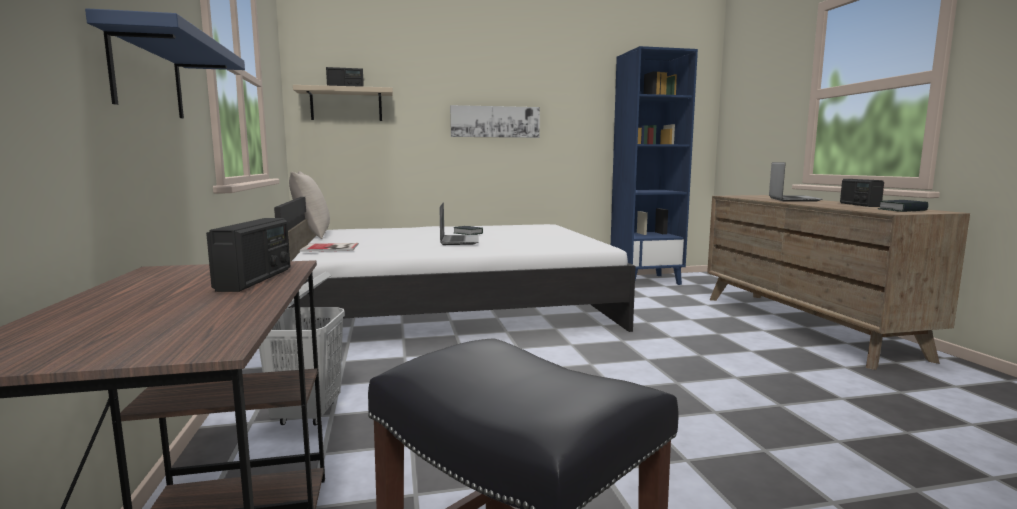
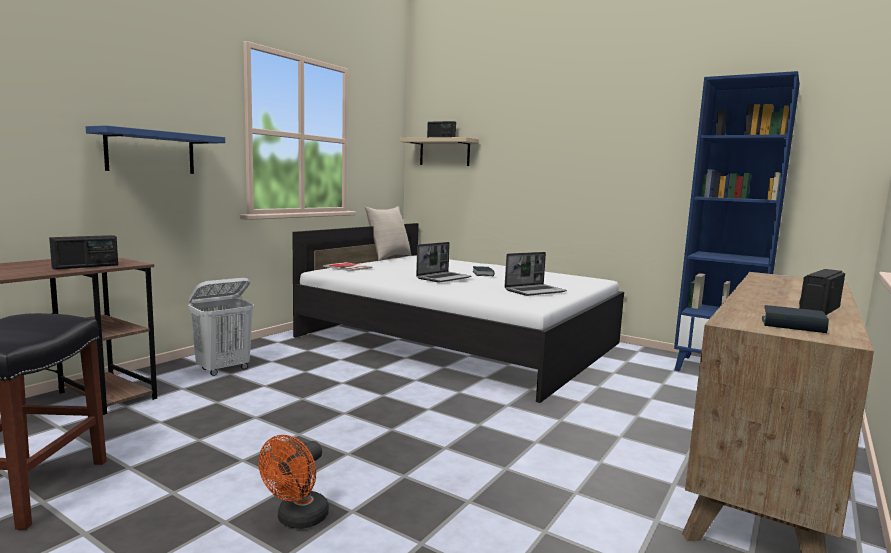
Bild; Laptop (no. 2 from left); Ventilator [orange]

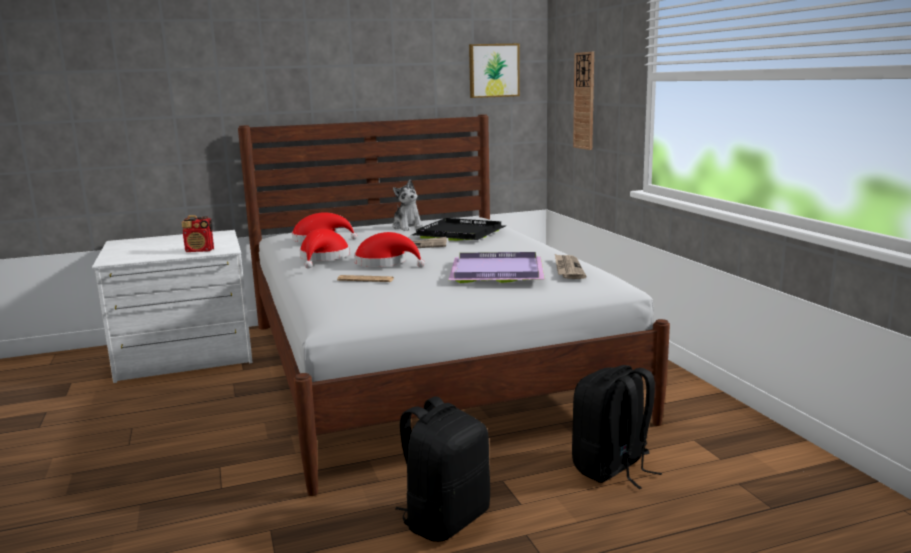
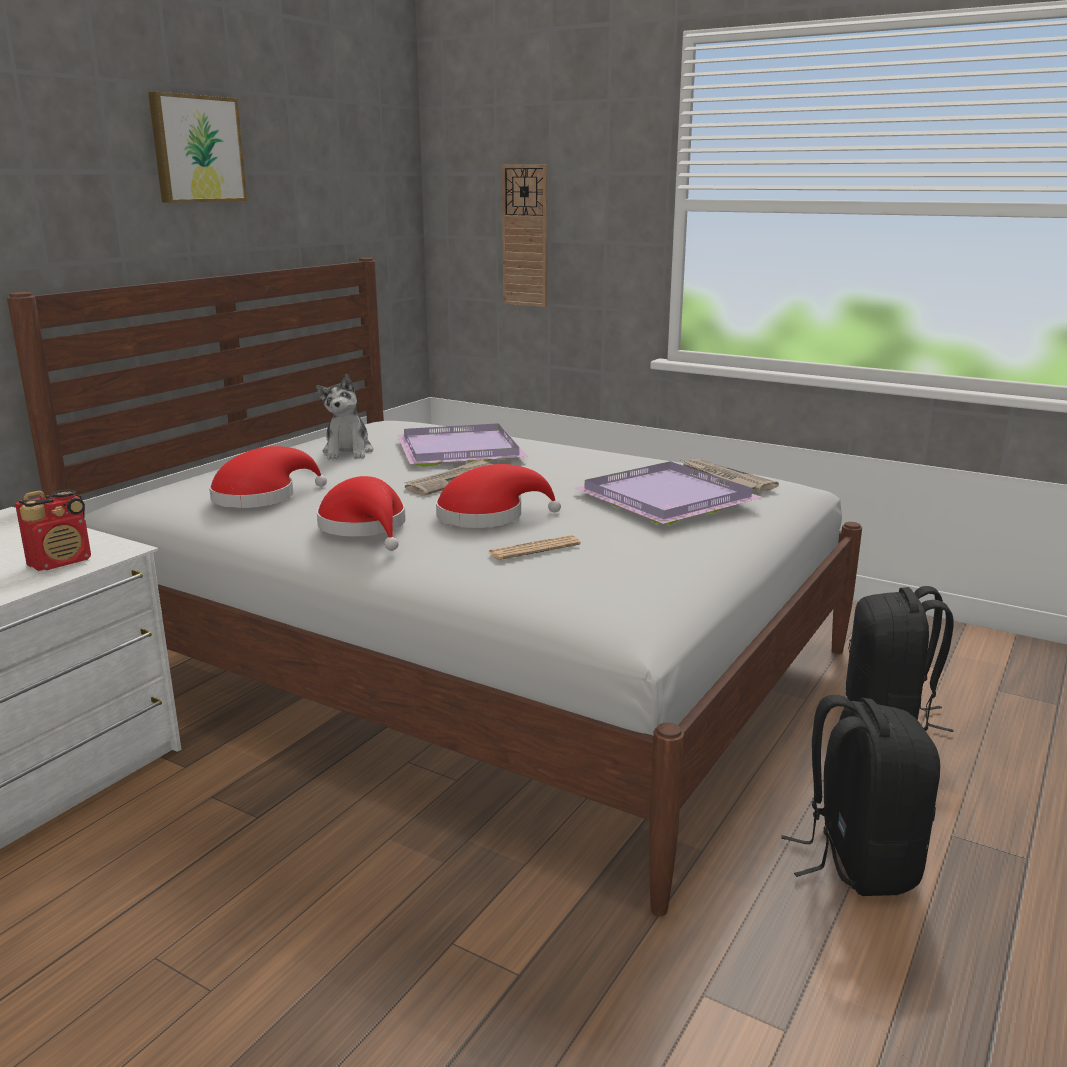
Bild; Plüschtier; Tablett [lila] (no. 1 from left)

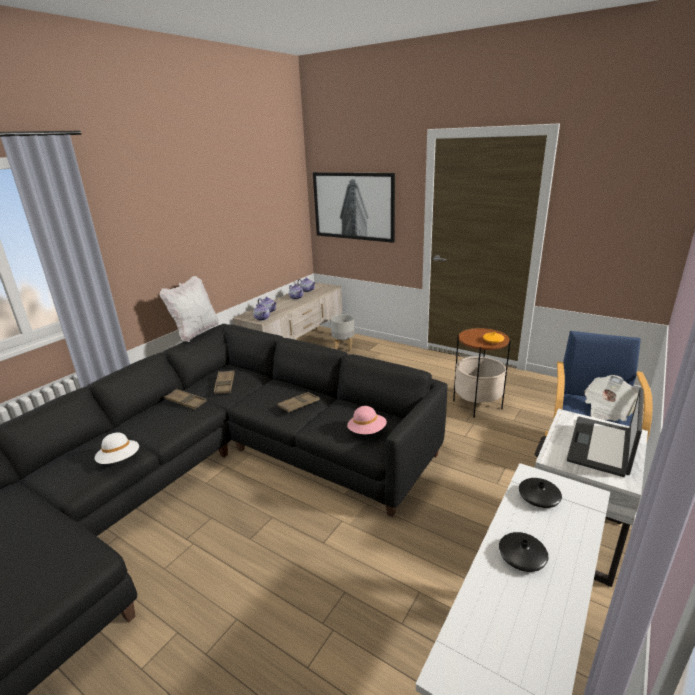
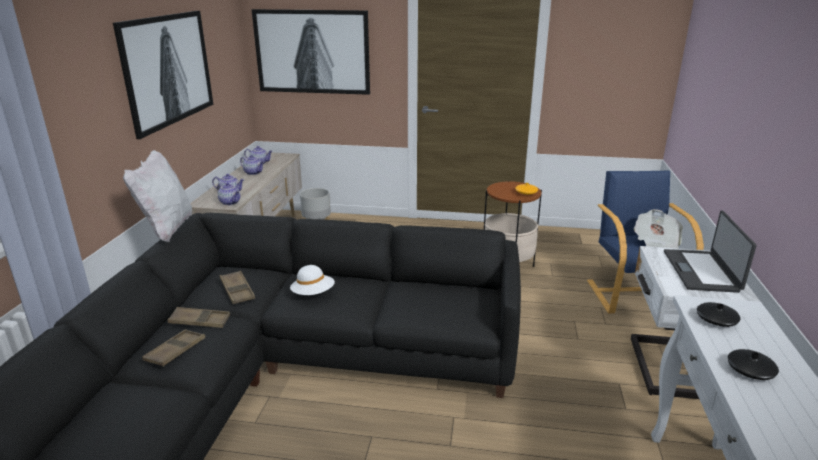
Tablett [braun] (no. 1 from left); Hut [rosa]; Hut [weiß]; Bild (no. 1 from left)

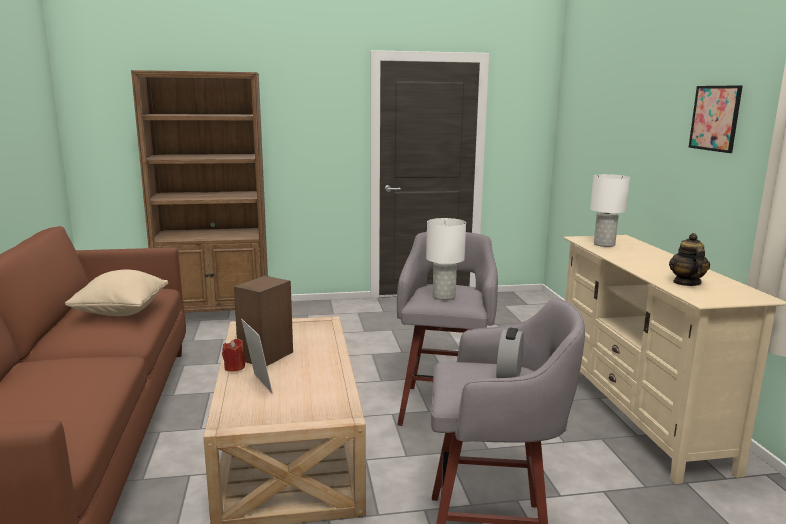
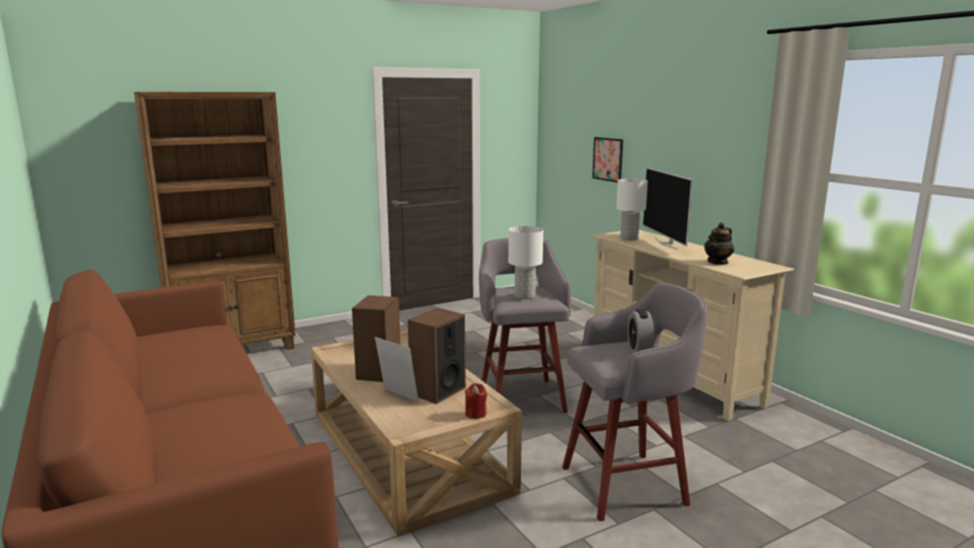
Bild; Teekanne; Kissen [beige]; Kerze [rot]; Fernseher; Lautsprecher (no. 2 from left)

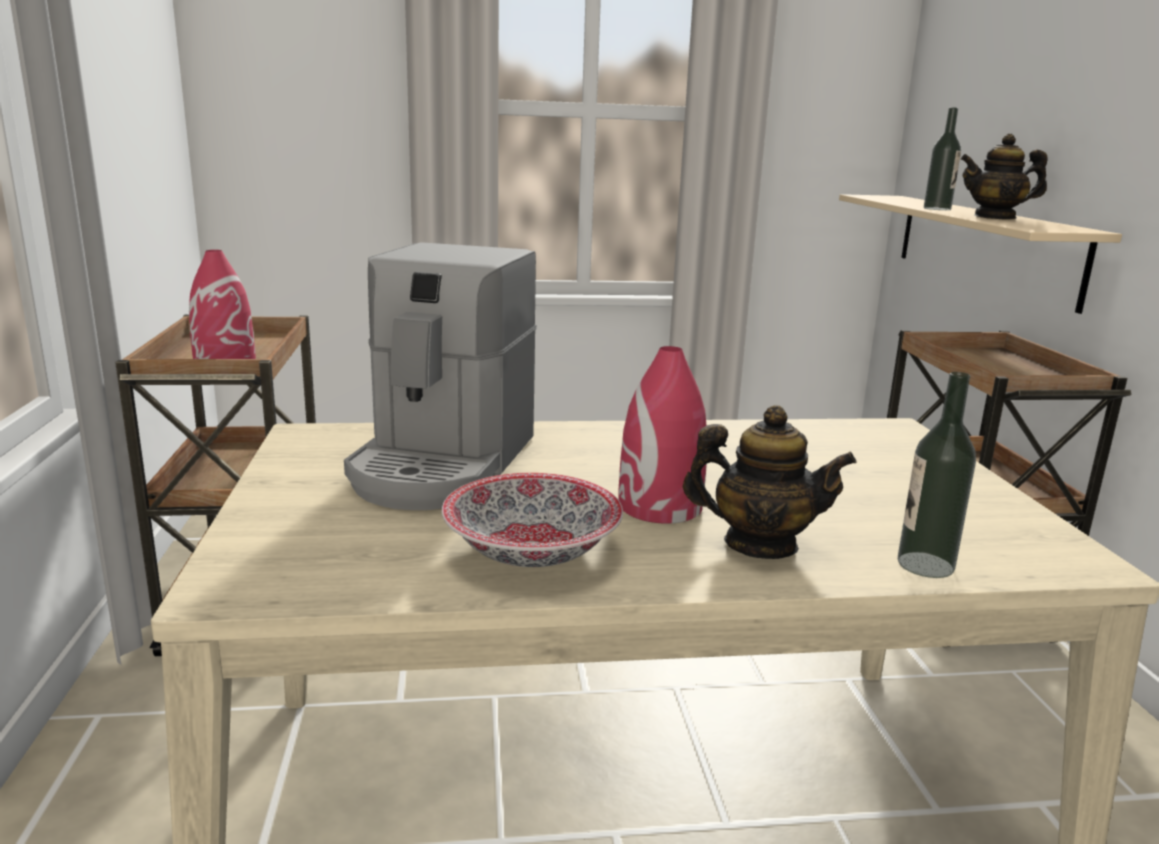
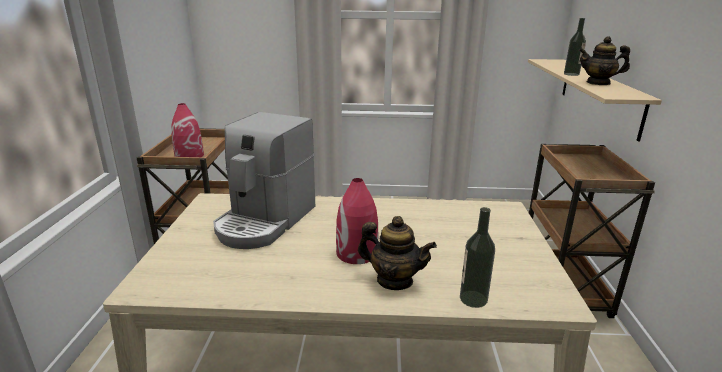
Schüssel

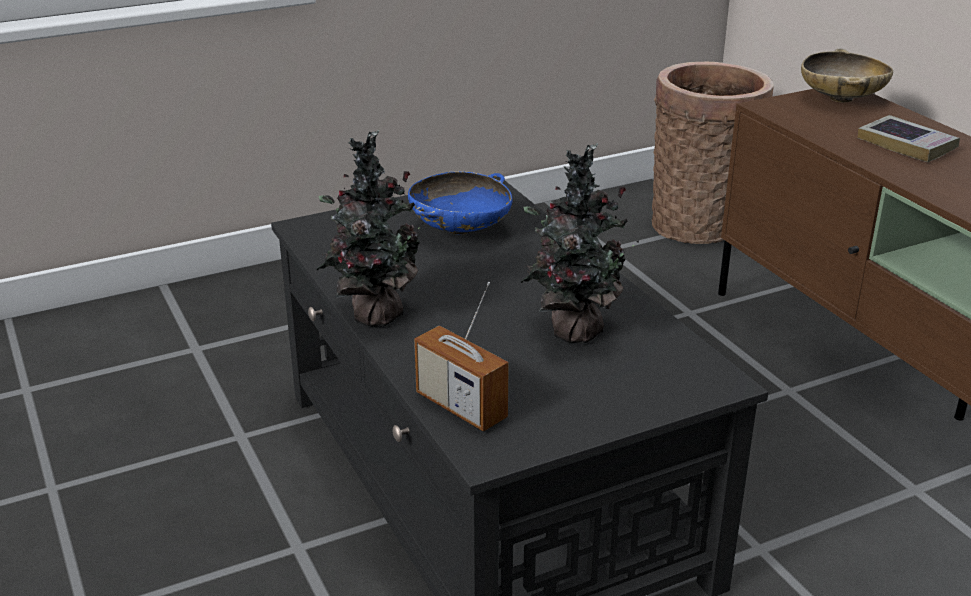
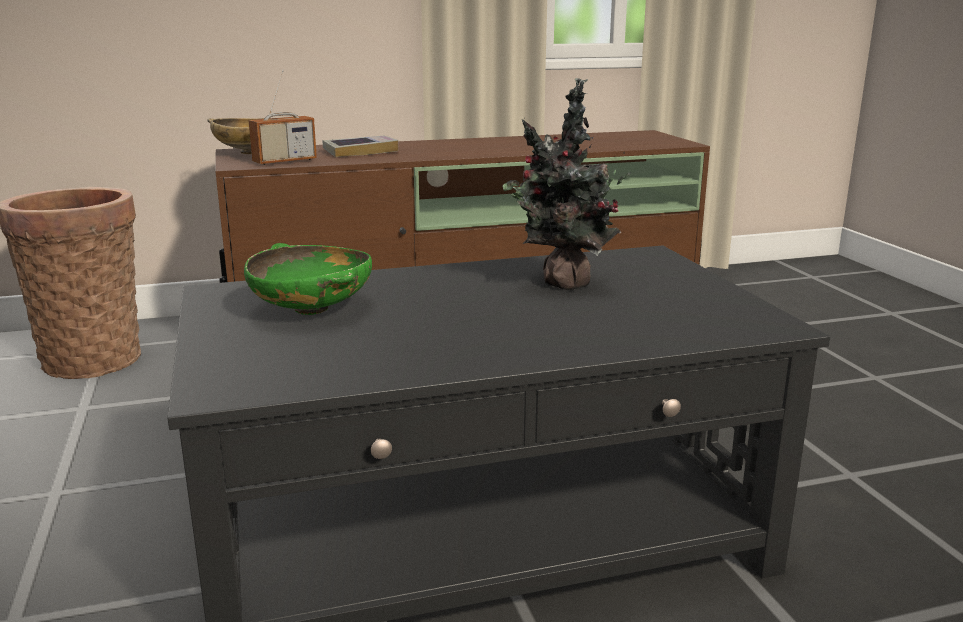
Topfpflanze (no. 1 from left in the first image); Schüssel [grün]; Radio

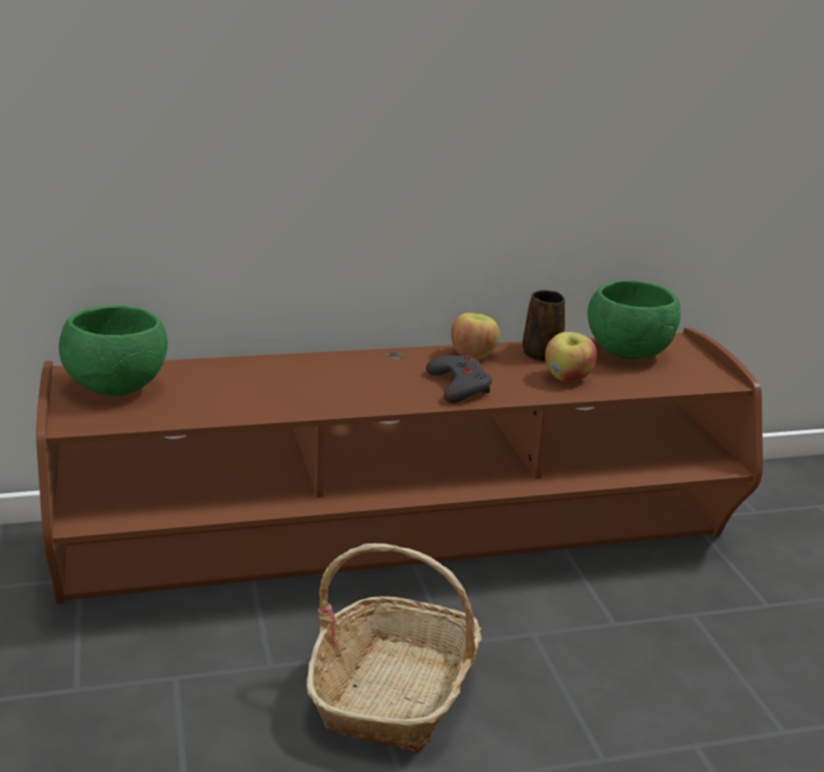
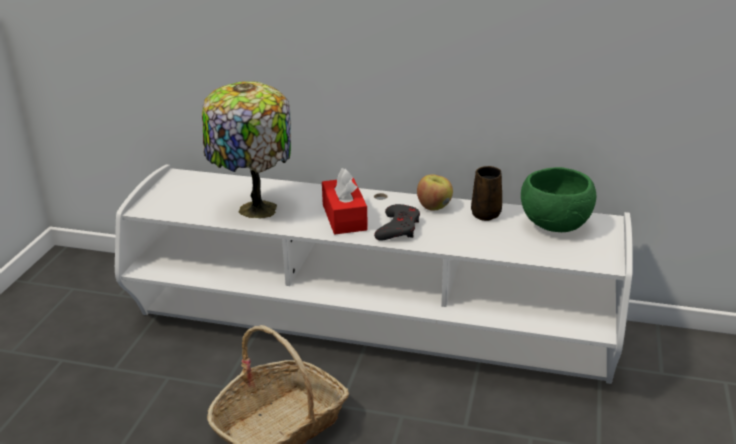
Schüssel [grün] (no. 1 from left in the first image); Fernsehschrank [weiß]; Apfel (no. 2 from left in the first image); Tischlampe; Taschentuchbox [rot]

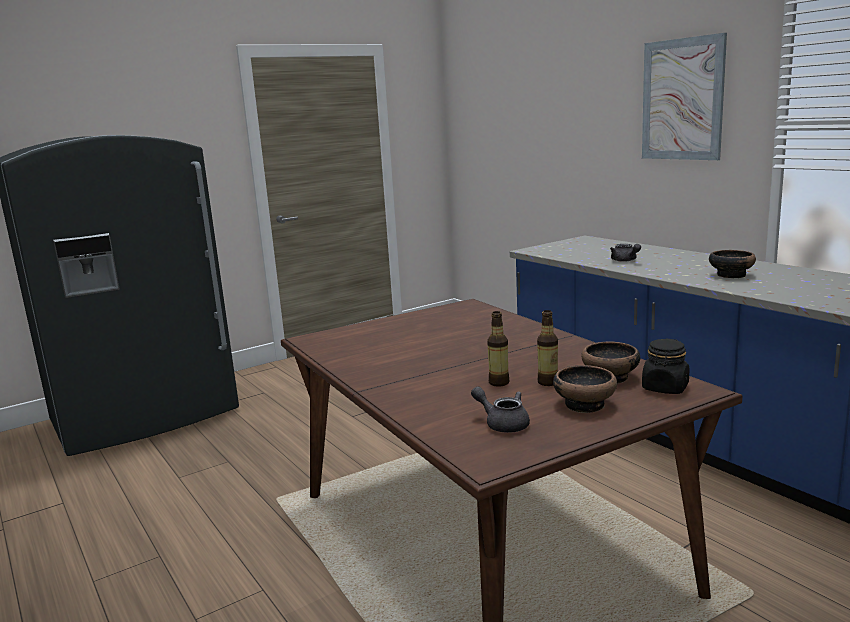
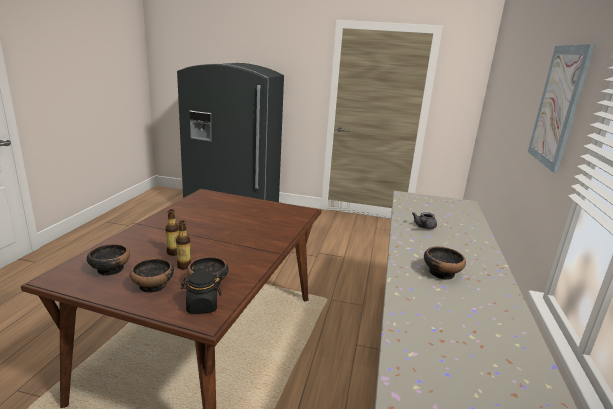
Schüssel (no. 1 from left)

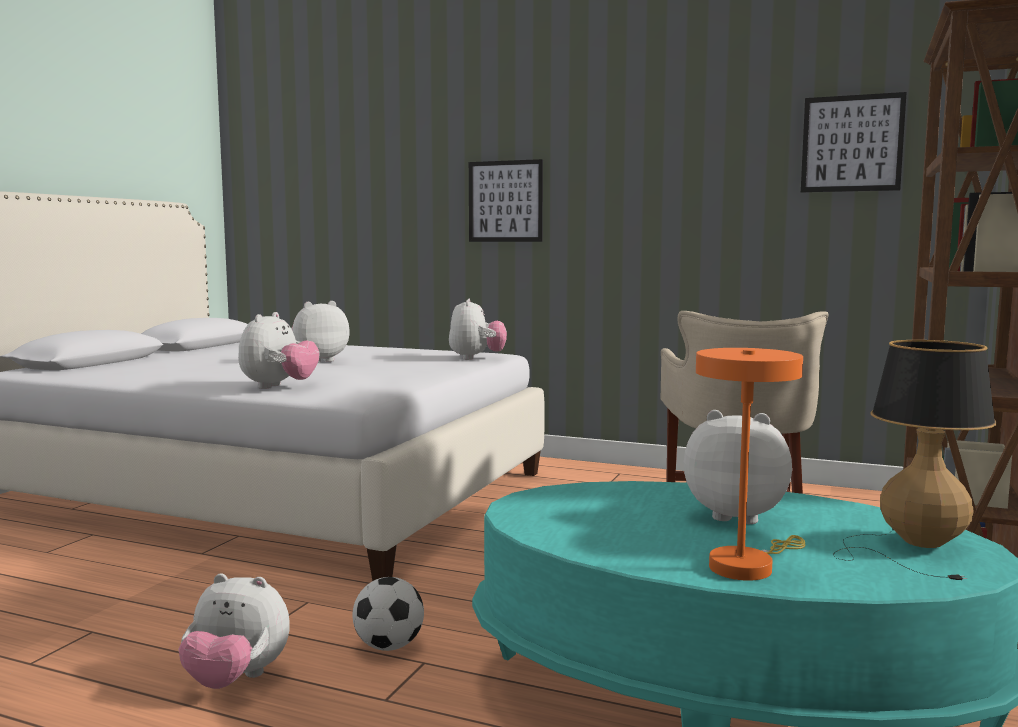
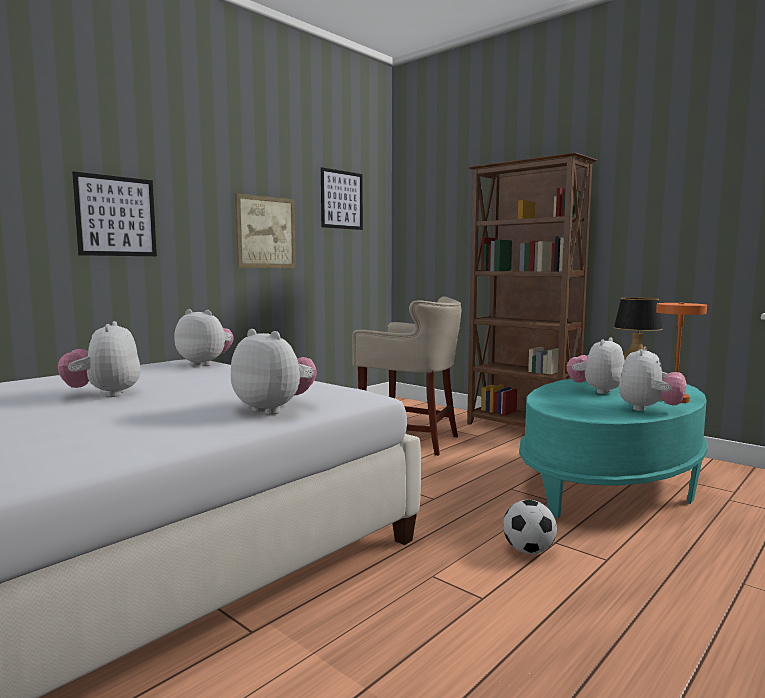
Plüschtier (no. 5 from left); Bild (no. 2 from left)

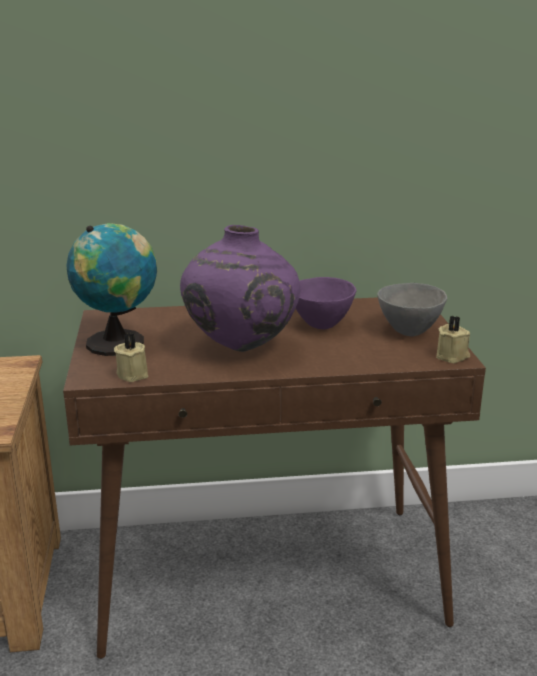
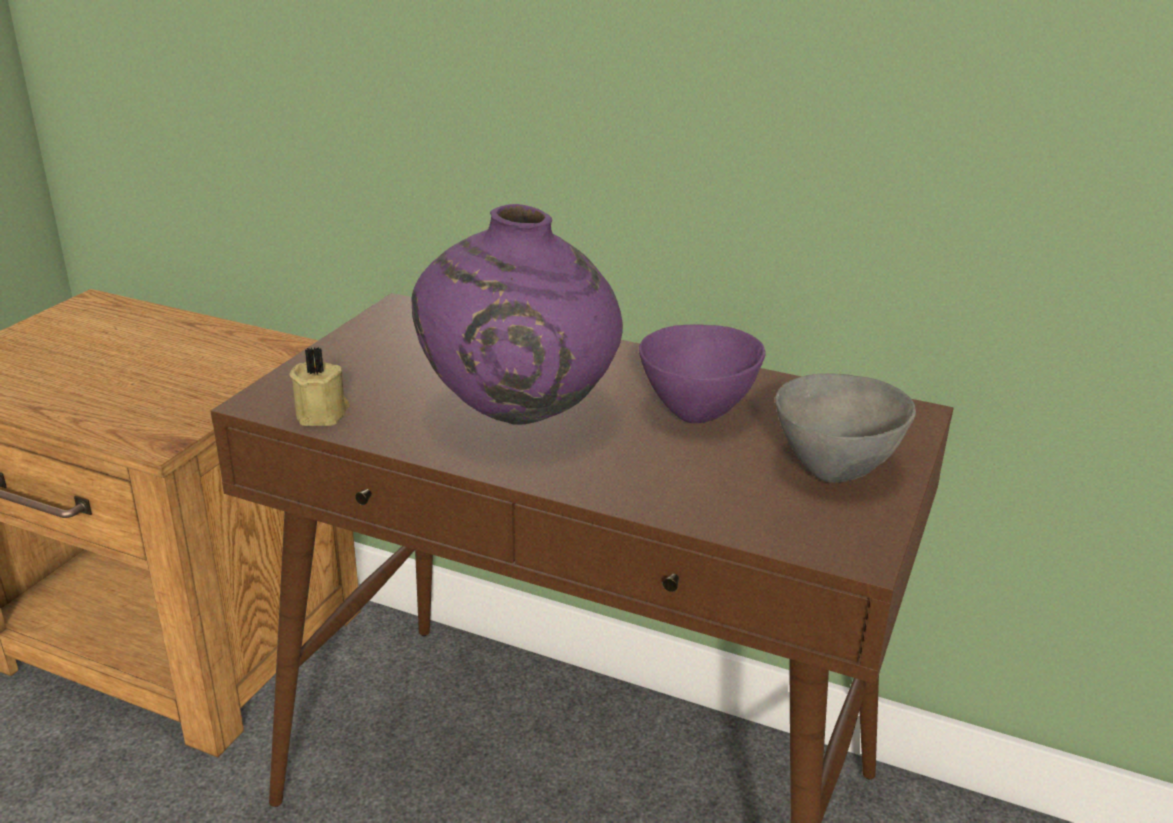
Globus; Kerze [beige] (no. 2 from left in the first image)

